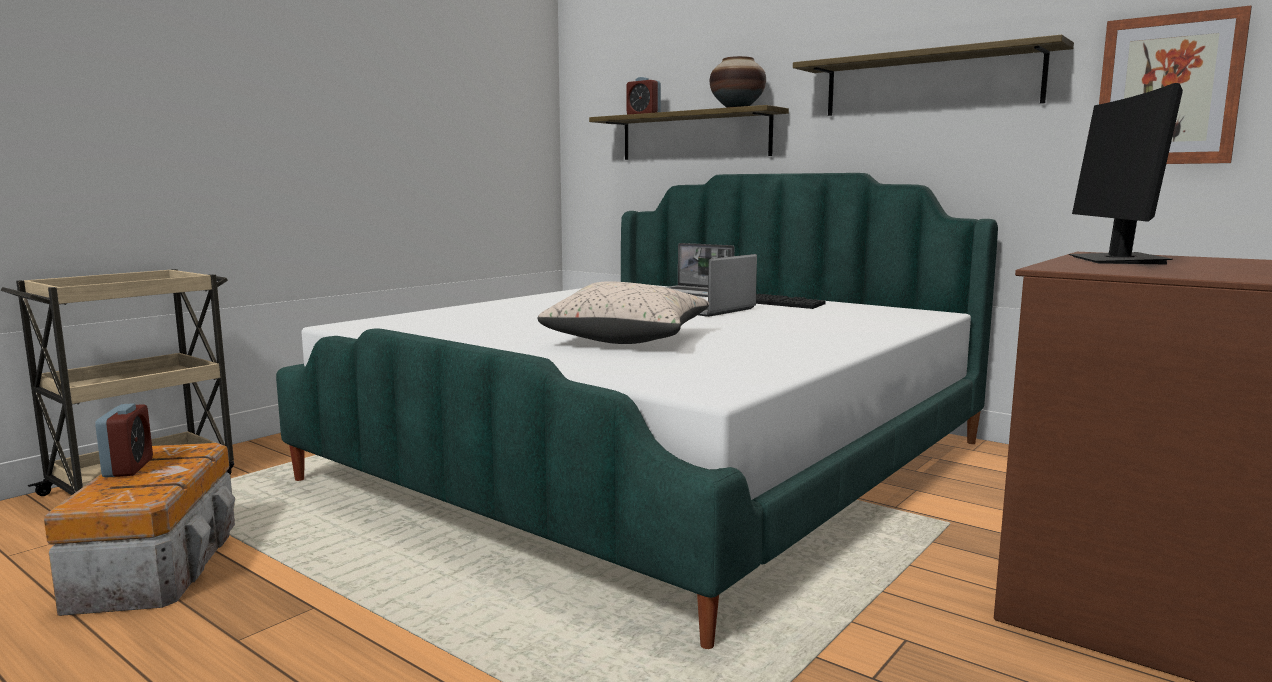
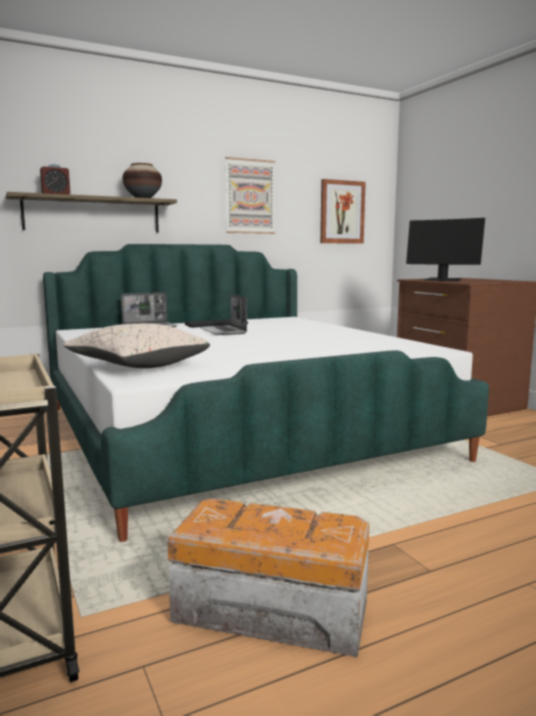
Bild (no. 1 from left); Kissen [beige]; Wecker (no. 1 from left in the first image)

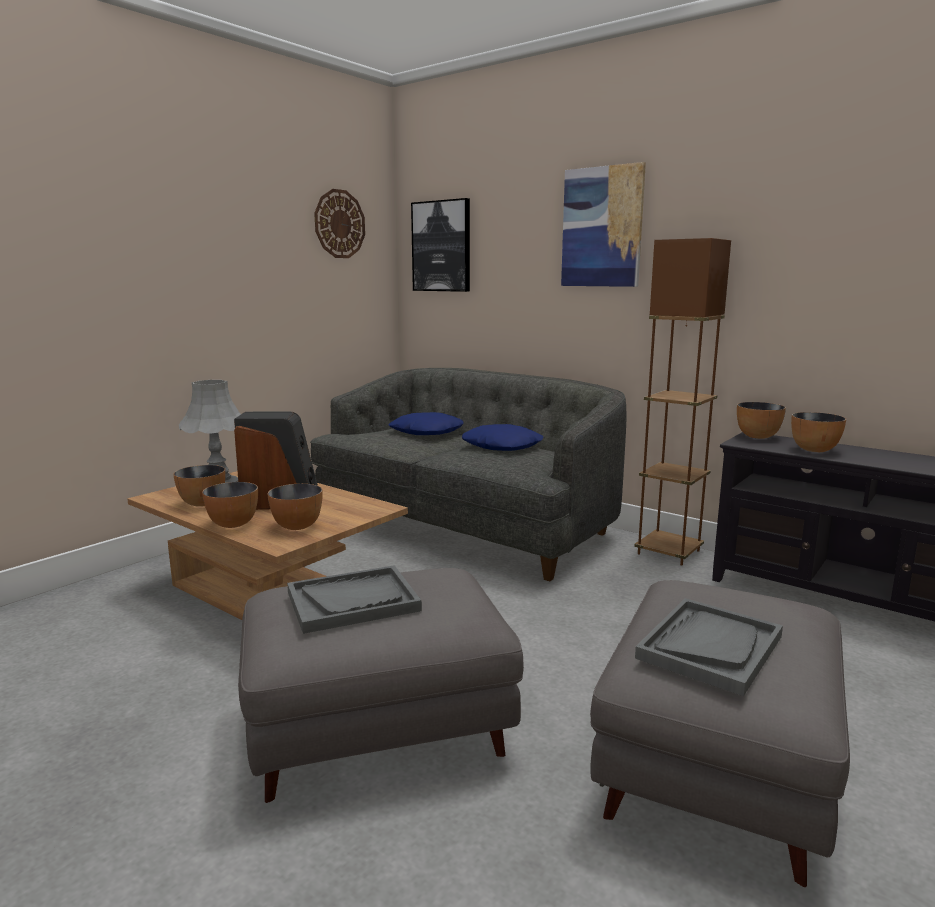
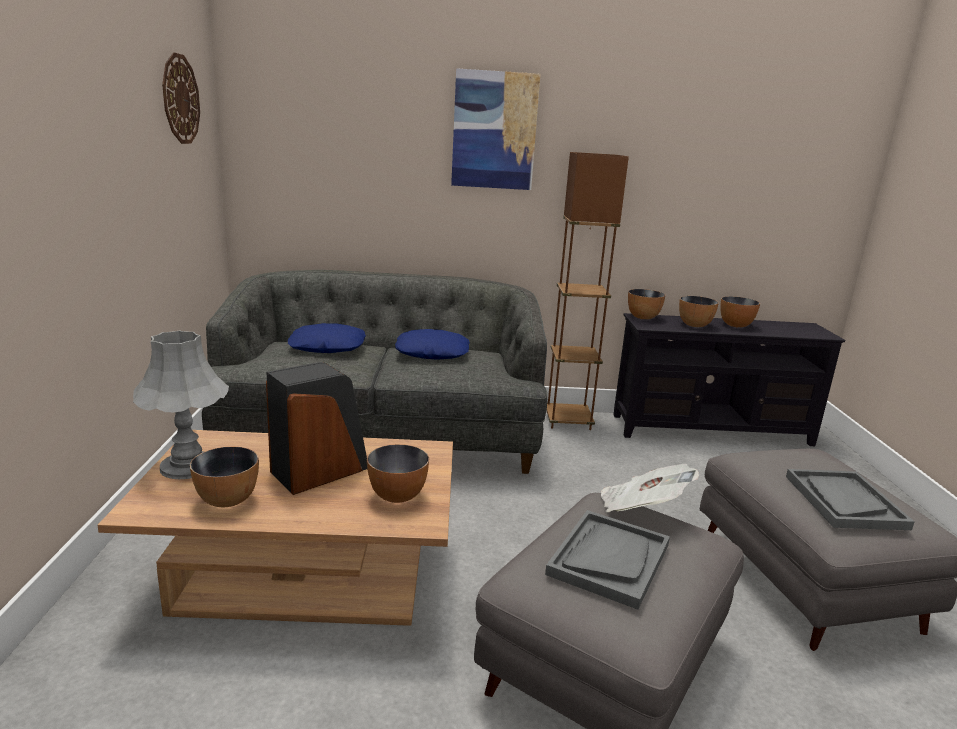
Bild (no. 1 from left in the first image); Schüssel (no. 5 from left); Zeitung

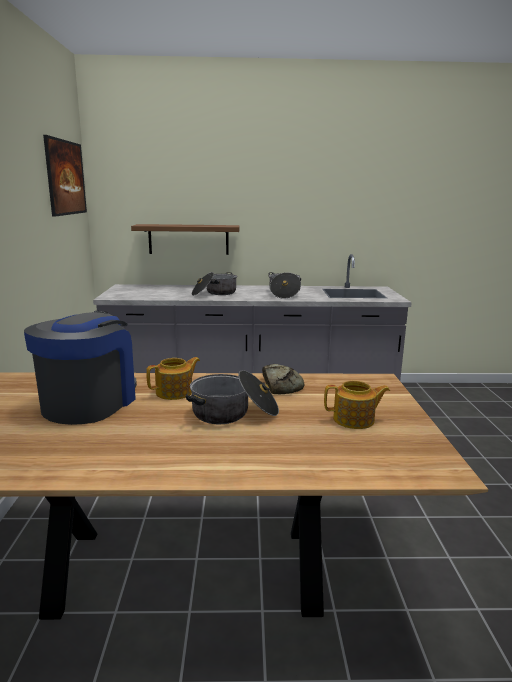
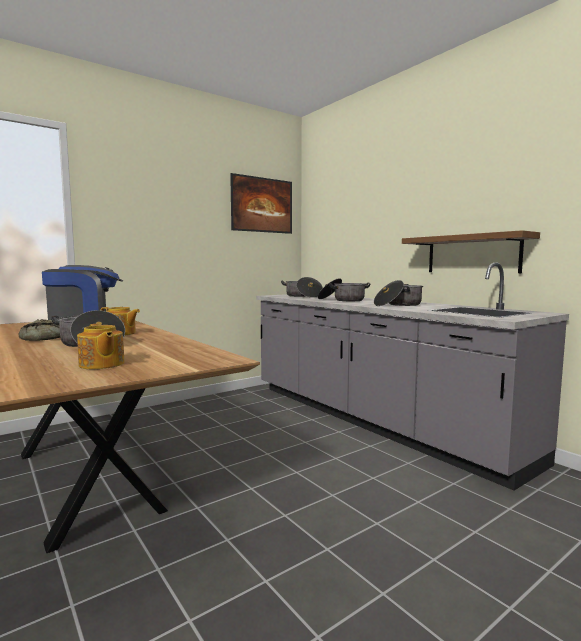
Wandregal; Brot; Kochtopf (no. 2 from left)

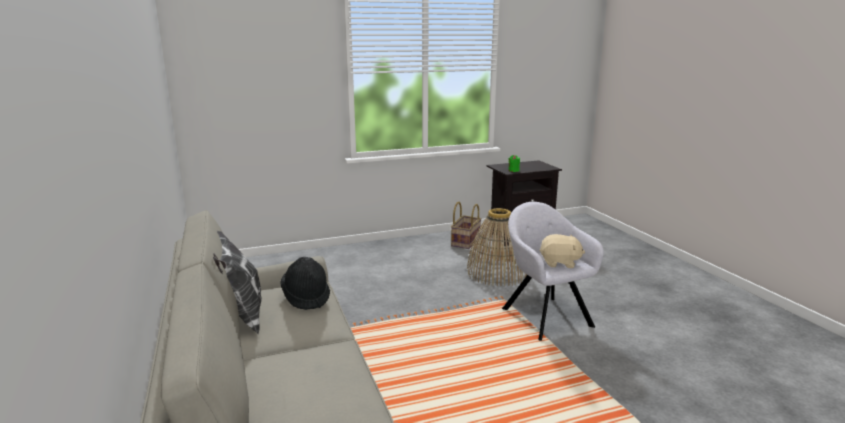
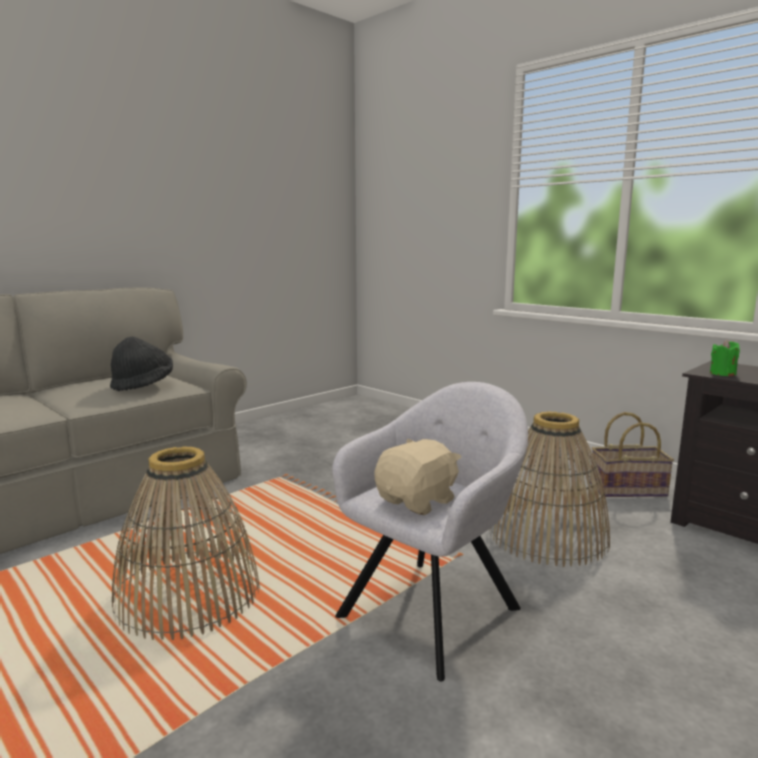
Kissen; Plüschtier [beige]; Korb (no. 1 from left)

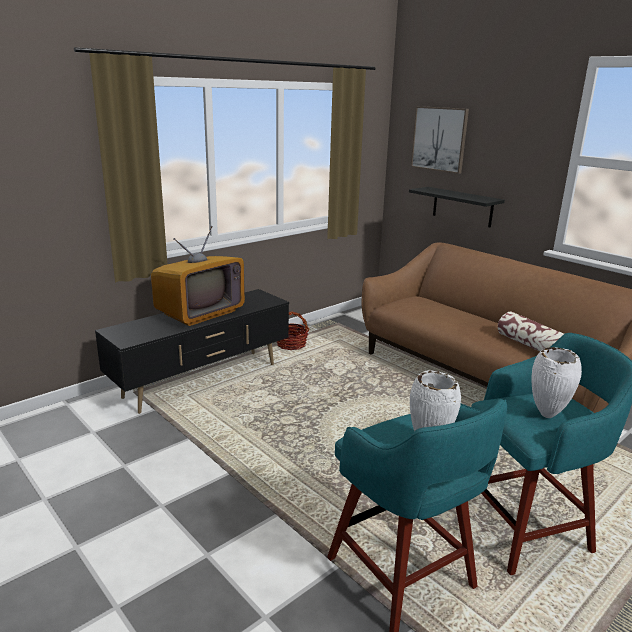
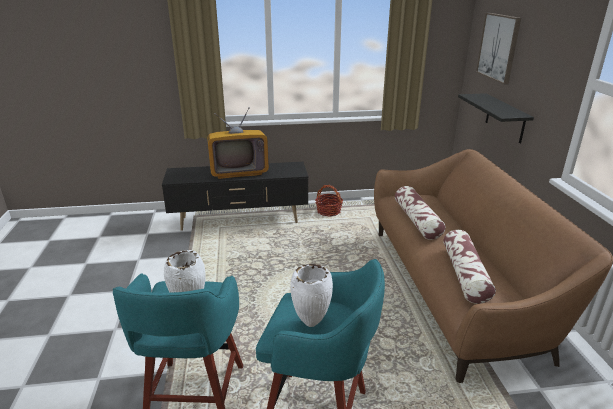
Kissen (no. 1 from left)

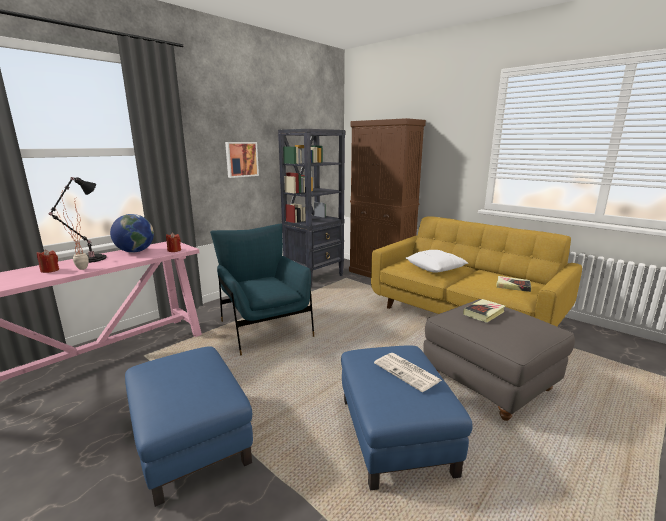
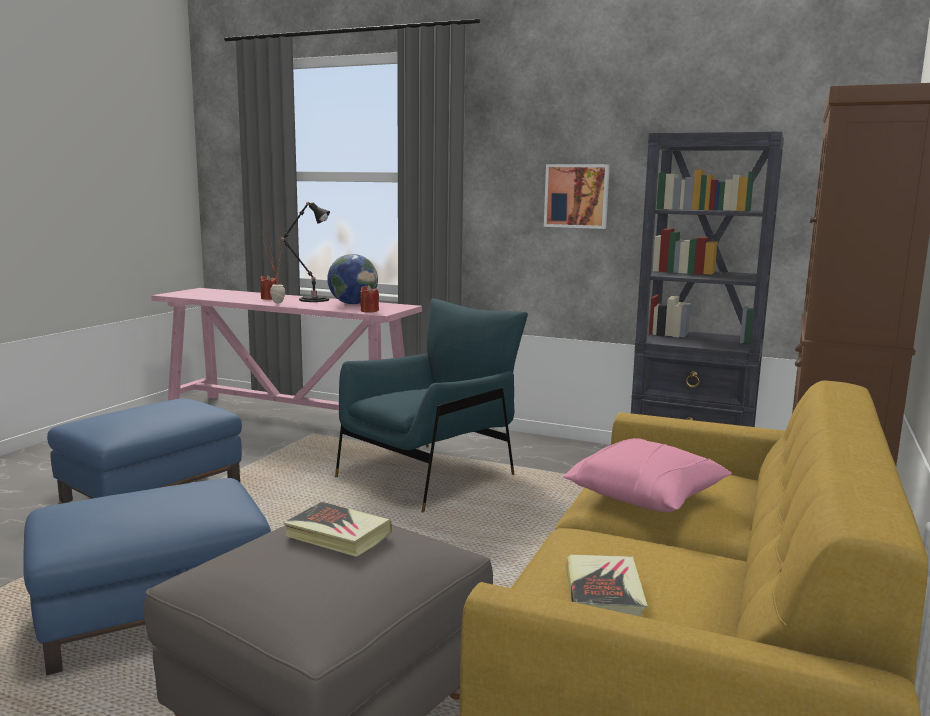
Kissen [rosa]; Zeitung

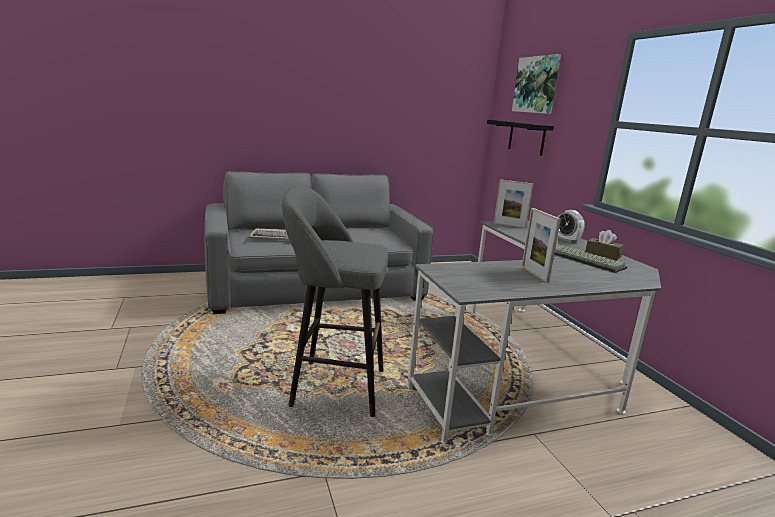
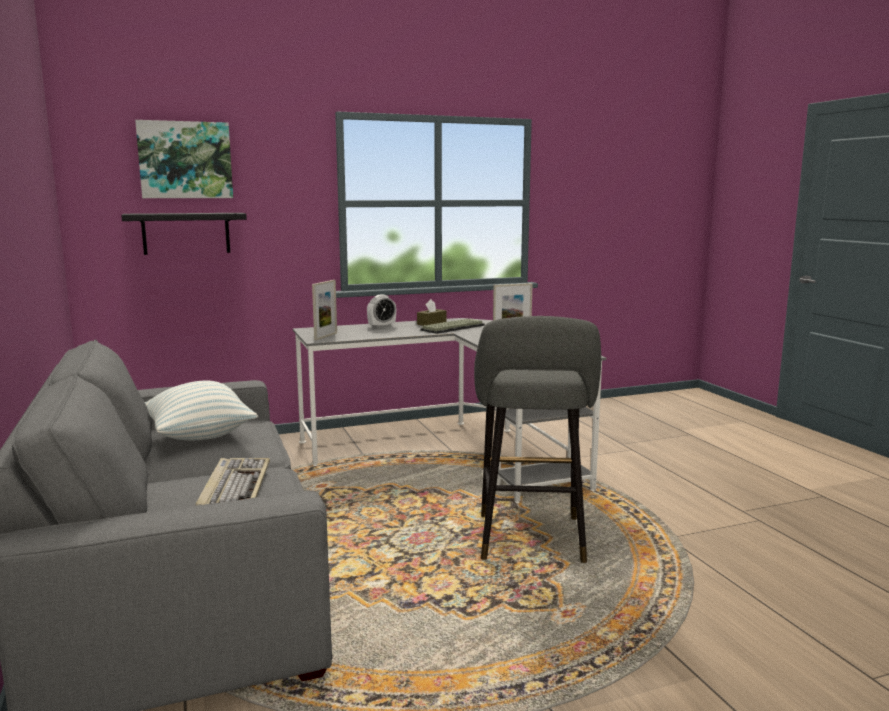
Kissen

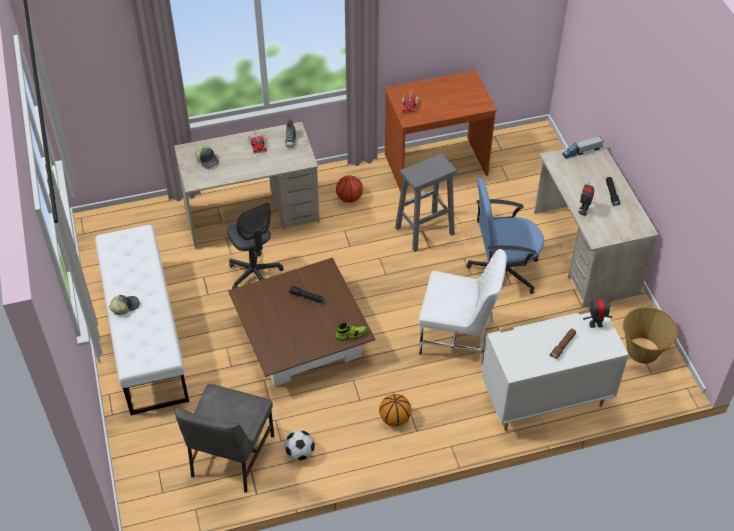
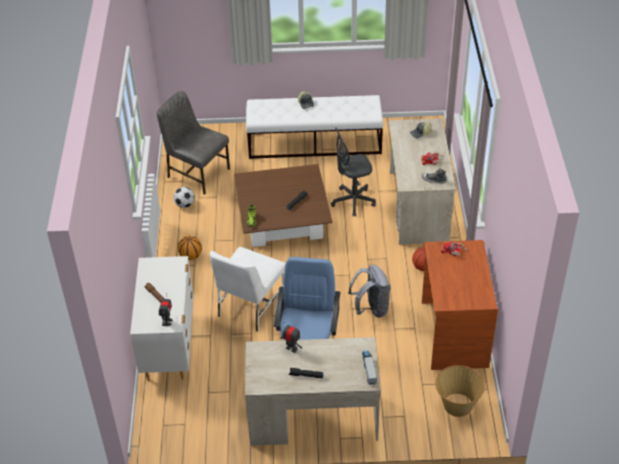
Rucksack [grau]; Korb

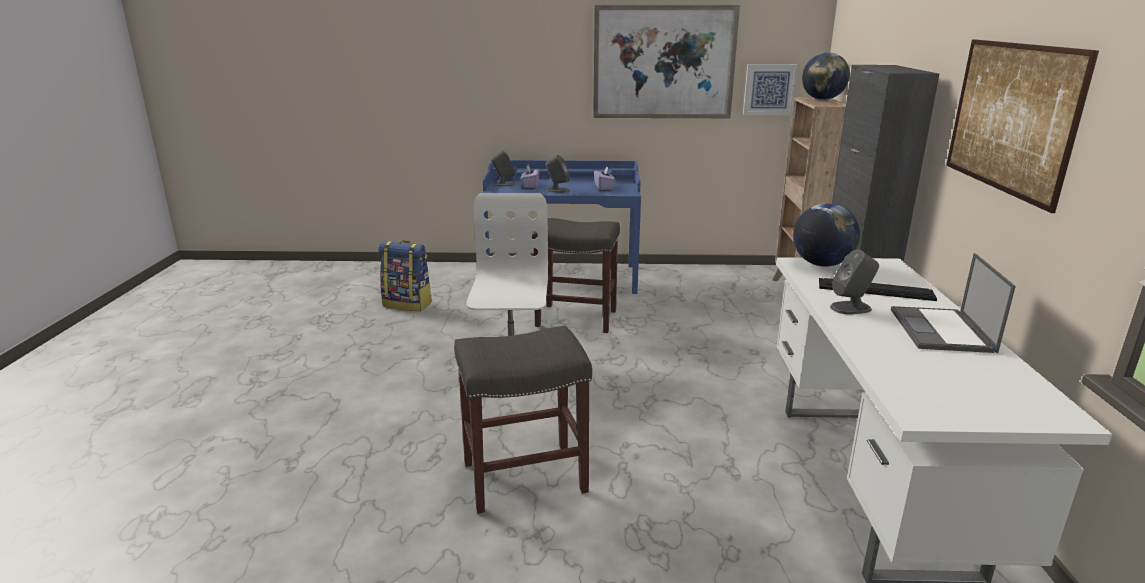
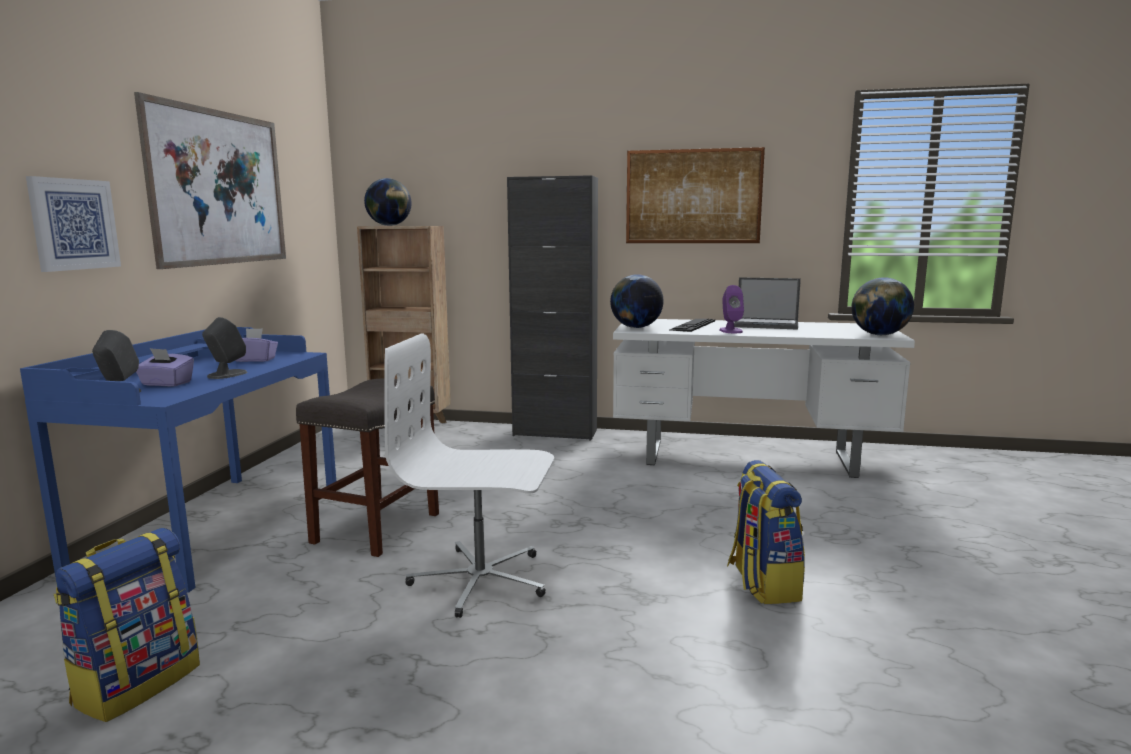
Bild (no. 1 from left); Lautsprecher [lila]; Rucksack (no. 2 from left); Globus (no. 3 from left)

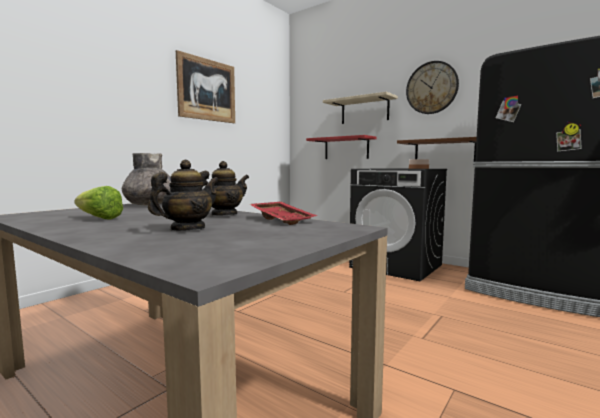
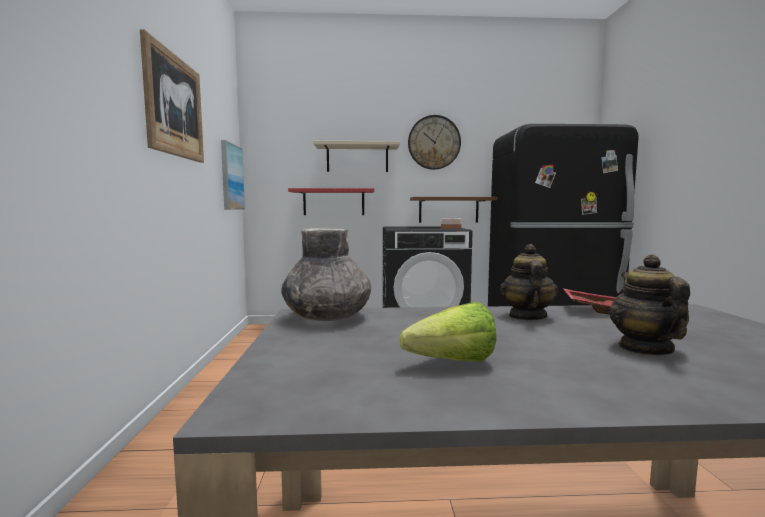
Bild (no. 2 from left)

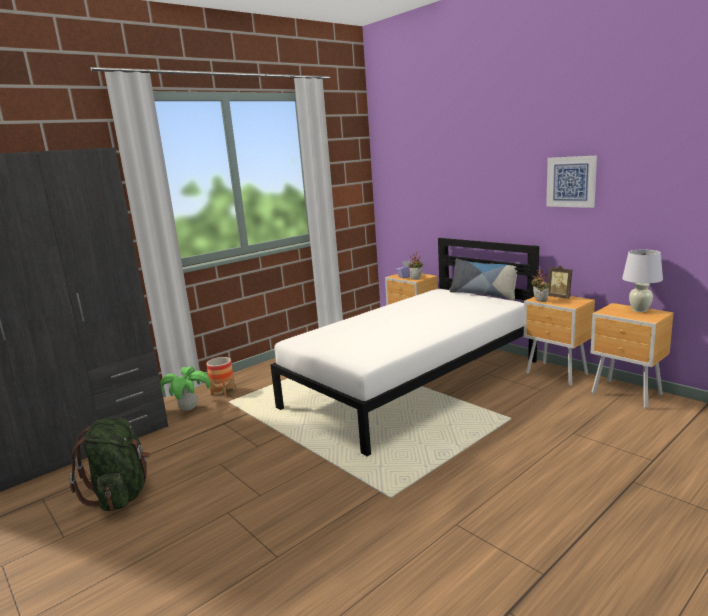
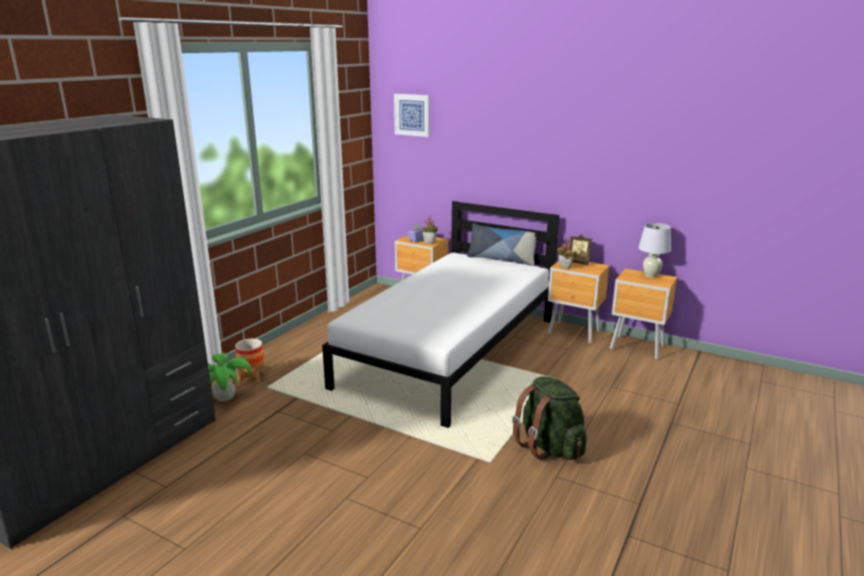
Bild; Rucksack [grün]

